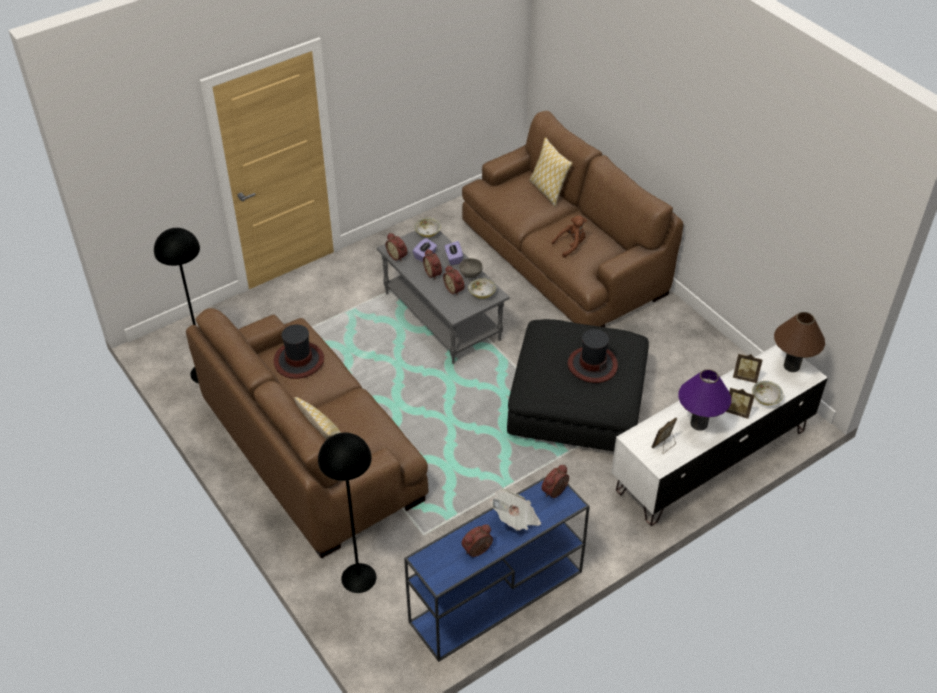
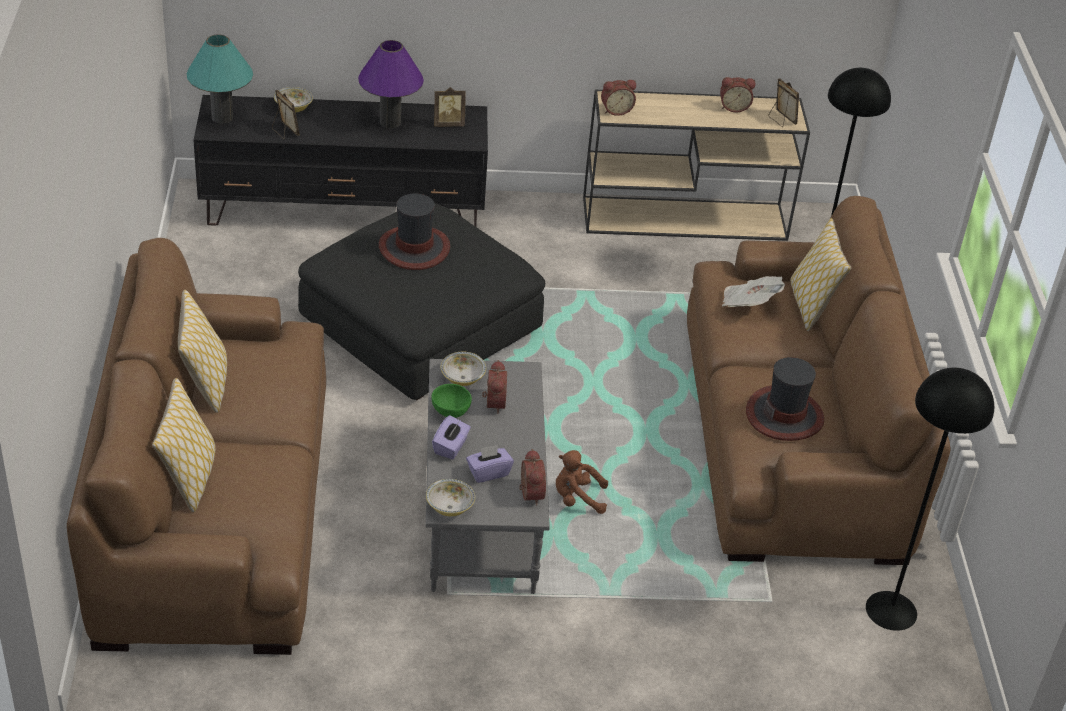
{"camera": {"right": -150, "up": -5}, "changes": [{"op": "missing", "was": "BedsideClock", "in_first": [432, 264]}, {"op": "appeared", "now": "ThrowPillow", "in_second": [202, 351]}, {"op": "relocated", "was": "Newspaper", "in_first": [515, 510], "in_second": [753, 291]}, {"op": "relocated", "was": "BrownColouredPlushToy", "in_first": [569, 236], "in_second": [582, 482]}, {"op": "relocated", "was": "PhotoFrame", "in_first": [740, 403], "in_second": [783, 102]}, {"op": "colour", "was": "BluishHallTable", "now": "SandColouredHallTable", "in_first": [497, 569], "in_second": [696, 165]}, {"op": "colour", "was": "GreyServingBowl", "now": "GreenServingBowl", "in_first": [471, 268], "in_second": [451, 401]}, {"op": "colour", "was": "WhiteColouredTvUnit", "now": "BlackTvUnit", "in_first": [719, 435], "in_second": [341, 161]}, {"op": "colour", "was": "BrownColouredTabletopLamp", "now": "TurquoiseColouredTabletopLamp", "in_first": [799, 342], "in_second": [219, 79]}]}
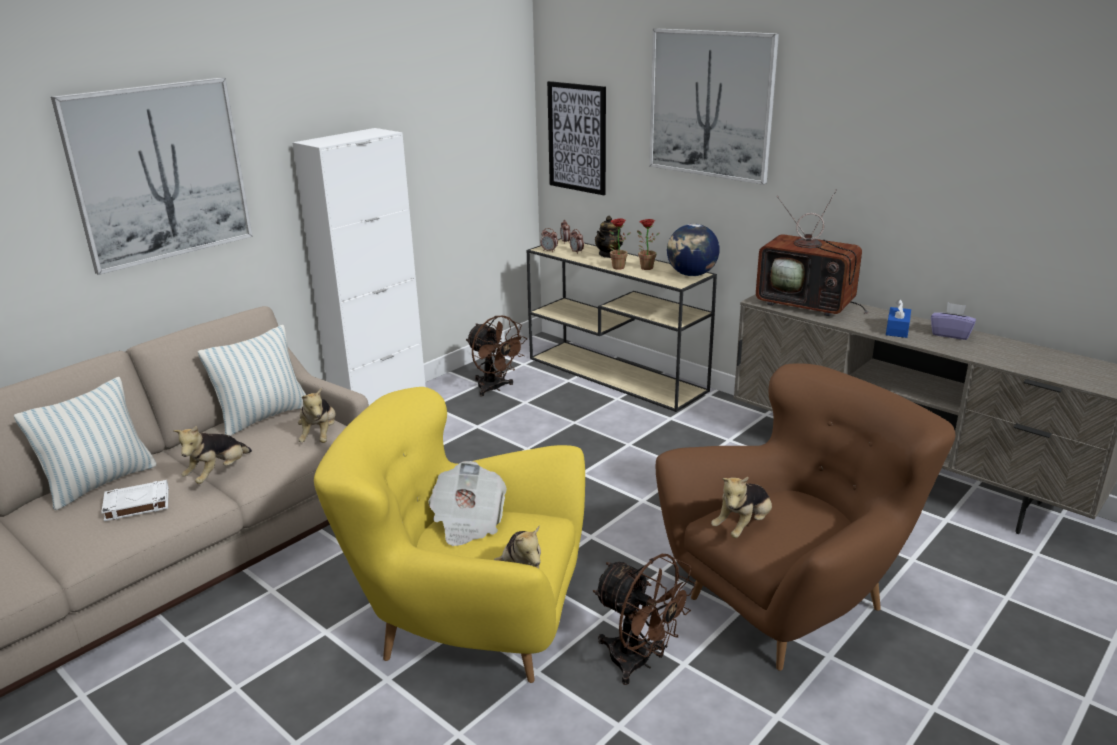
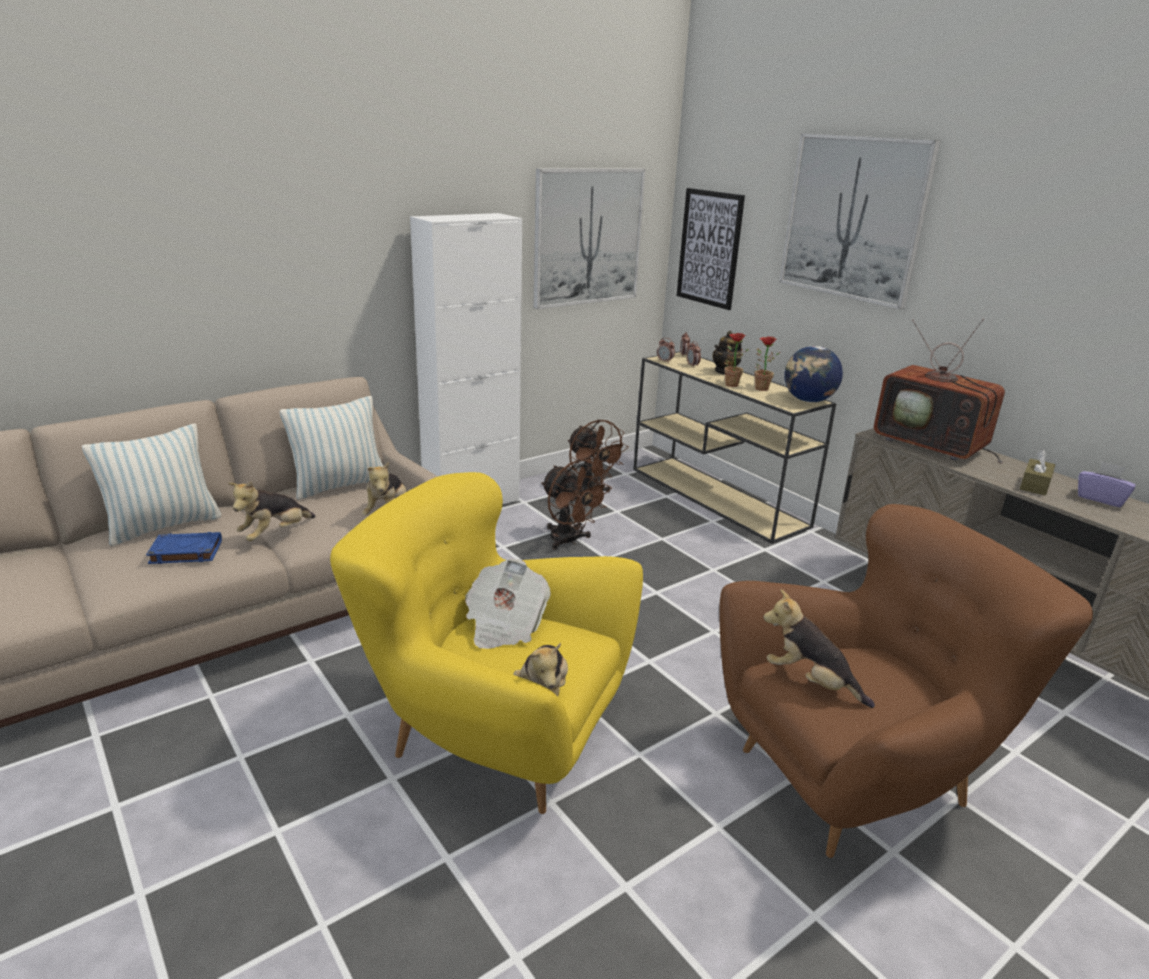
{"camera": {"right": 10, "up": 0}, "changes": [{"op": "relocated", "was": "Picture", "in_first": [152, 176], "in_second": [589, 238]}, {"op": "relocated", "was": "BrownColouredFan", "in_first": [644, 619], "in_second": [576, 504]}, {"op": "colour", "was": "WhiteColouredBoundBook", "now": "BluishBoundBook", "in_first": [135, 500], "in_second": [184, 548]}, {"op": "colour", "was": "BluishBoxOfTissues", "now": "BrownColouredBoxOfTissues", "in_first": [898, 318], "in_second": [1037, 473]}, {"op": "spun", "was": "PlushToy", "in_first": [741, 507], "in_second": [819, 649], "clockwise": 75}]}
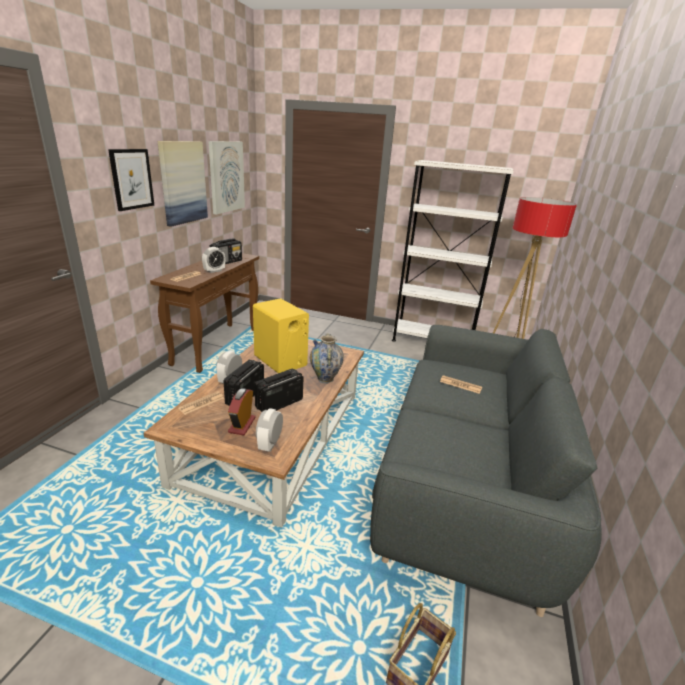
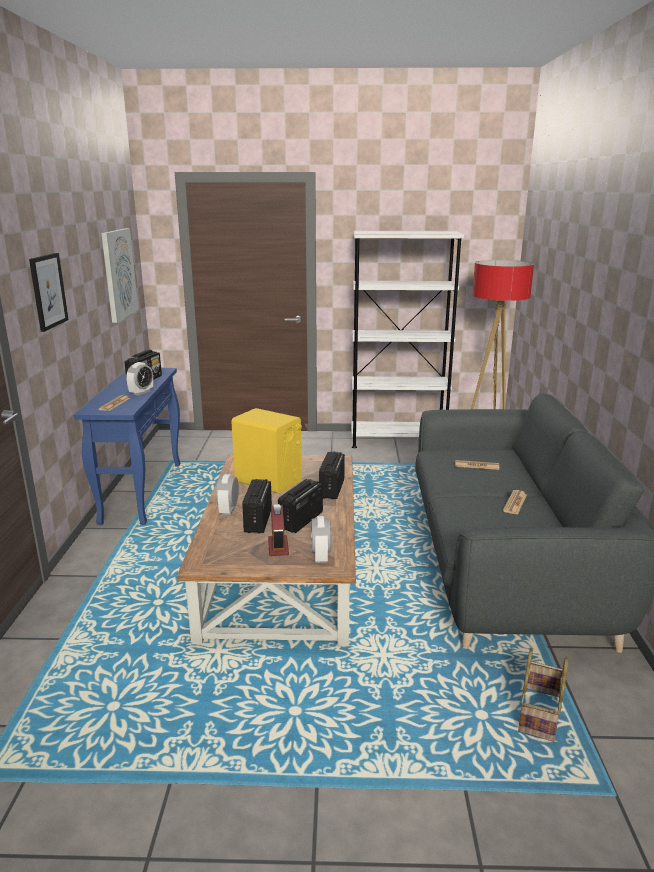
{"camera": {"right": -15, "up": -5}, "changes": [{"op": "missing", "was": "Picture", "in_first": [182, 184]}, {"op": "relocated", "was": "Newspaper", "in_first": [201, 403], "in_second": [515, 502]}, {"op": "exchanged", "was": "DecorativeVase", "now": "RadioReceiver", "in_first": [327, 358], "in_second": [332, 475]}, {"op": "colour", "was": "BrownColouredHallTable", "now": "BluishHallTable", "in_first": [204, 313], "in_second": [127, 446]}]}
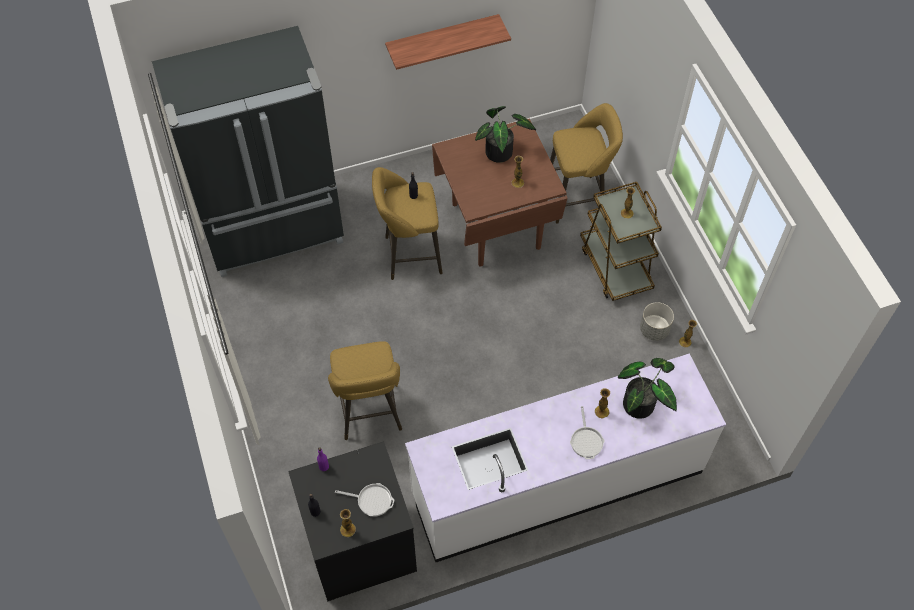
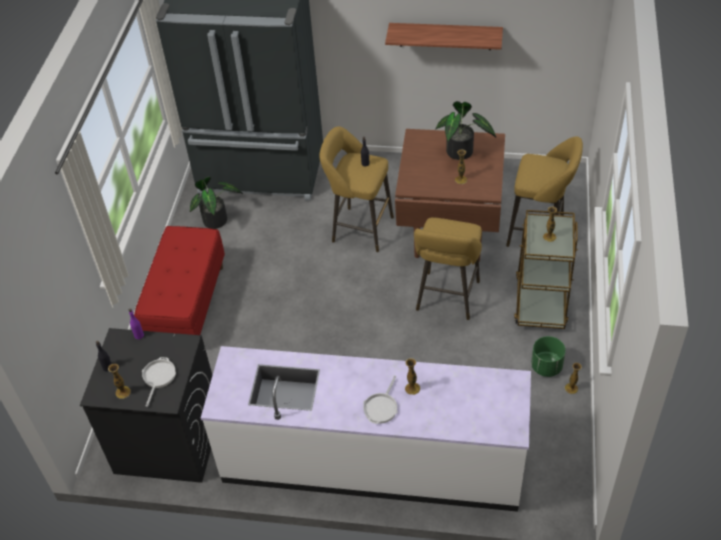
{"camera": {"right": 30, "up": -10}, "changes": [{"op": "appeared", "now": "ReddishLongSeat", "in_second": [179, 280]}, {"op": "relocated", "was": "YellowColouredStool", "in_first": [365, 390], "in_second": [448, 268]}, {"op": "relocated", "was": "Houseplant", "in_first": [647, 388], "in_second": [216, 203]}, {"op": "colour", "was": "GreyPlantPot", "now": "GreenPlantPot", "in_first": [657, 321], "in_second": [548, 356]}, {"op": "spun", "was": "Pan", "in_first": [364, 500], "in_second": [159, 382], "clockwise": -120}]}
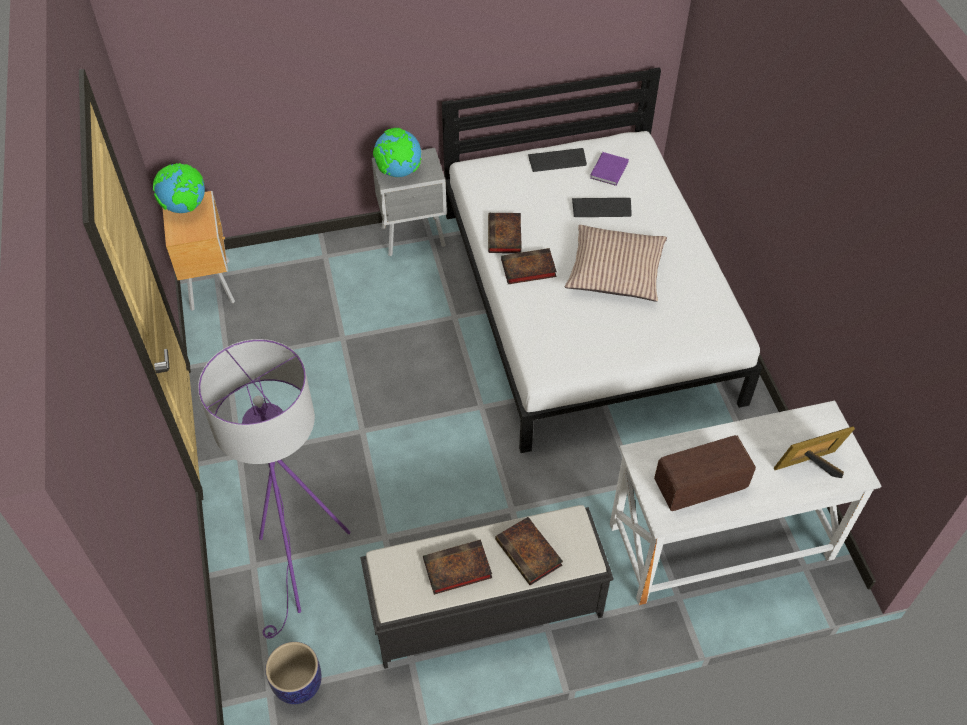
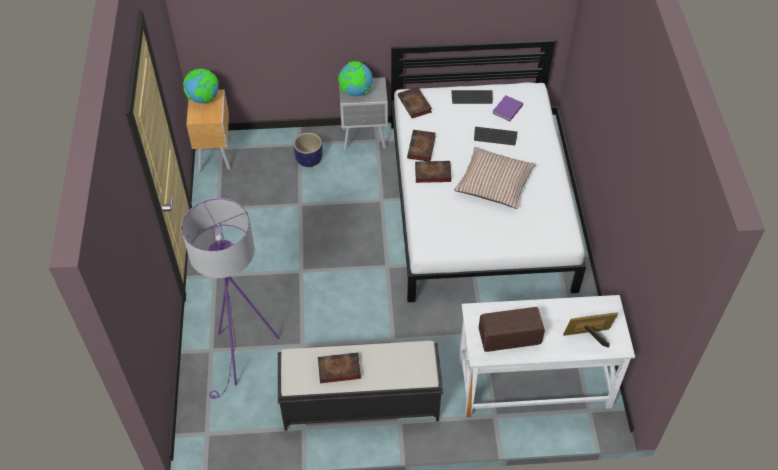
{"camera": {"right": 10, "up": 0}, "changes": [{"op": "relocated", "was": "PlantPot", "in_first": [293, 673], "in_second": [308, 150]}, {"op": "relocated", "was": "BoundBook", "in_first": [529, 551], "in_second": [415, 102]}]}
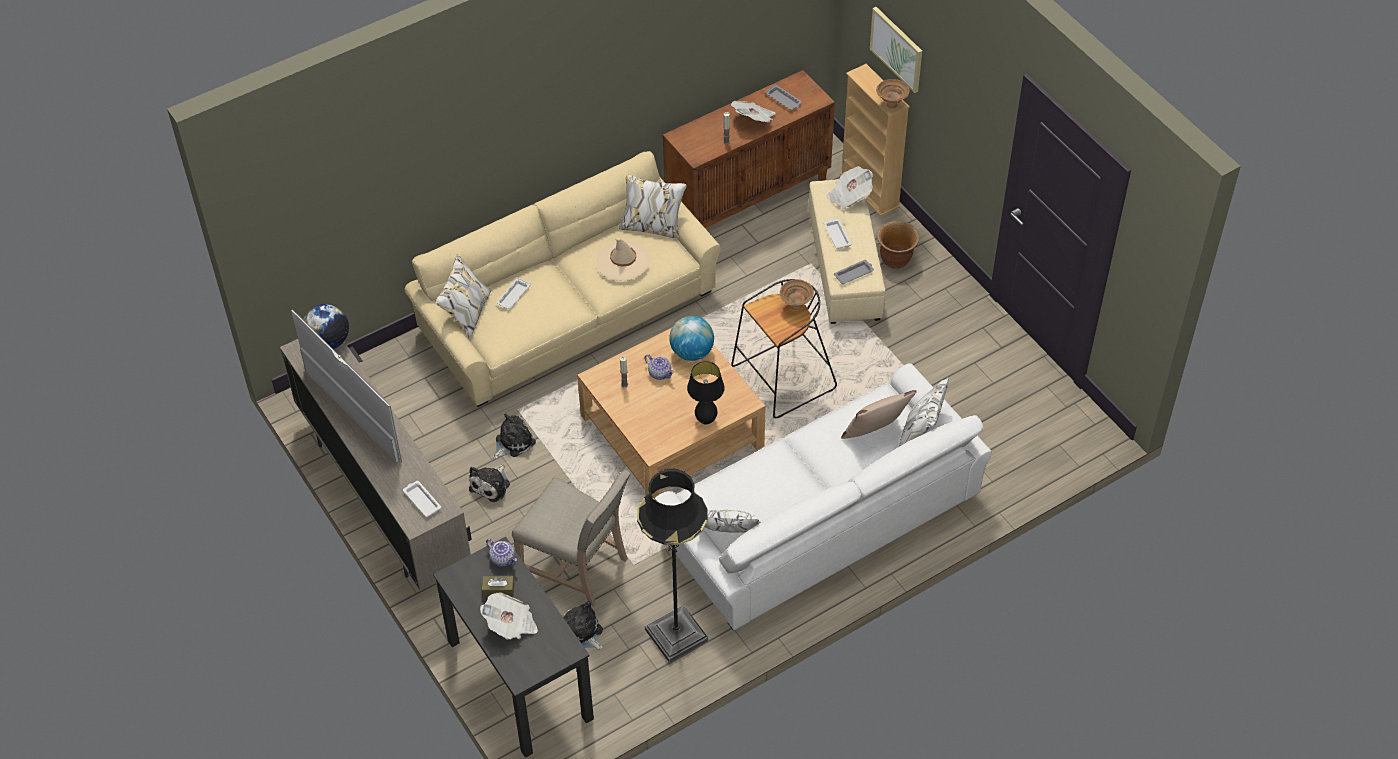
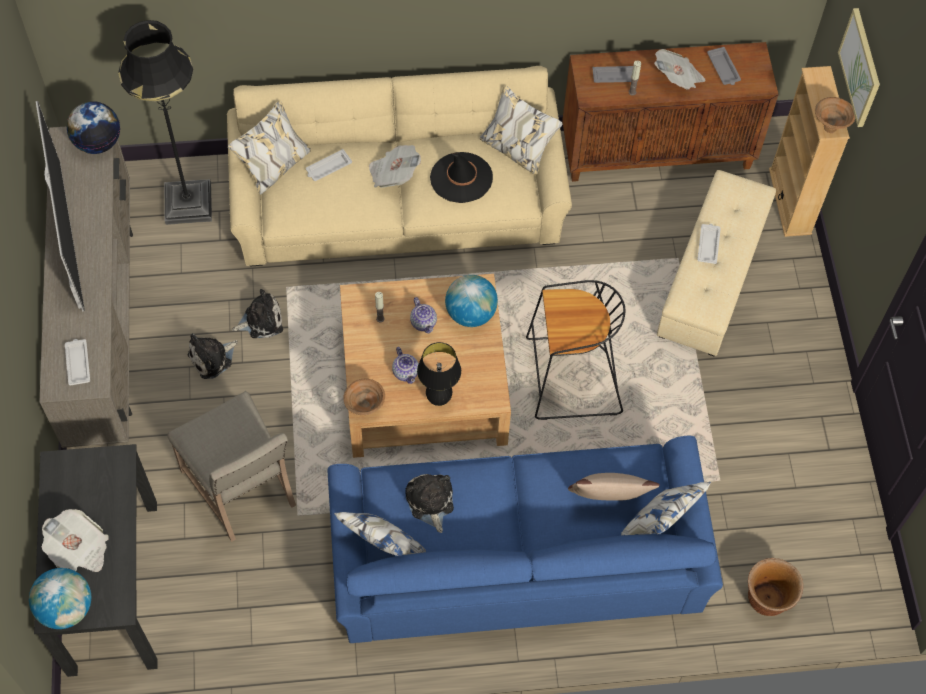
{"camera": {"right": 25, "up": 10}, "changes": [{"op": "missing", "was": "BrownColouredBoxOfTissues", "in_first": [498, 586]}, {"op": "appeared", "now": "Globe", "in_second": [60, 598]}, {"op": "relocated", "was": "TeaPot", "in_first": [501, 553], "in_second": [405, 365]}, {"op": "relocated", "was": "PlushToy", "in_first": [582, 625], "in_second": [429, 503]}, {"op": "relocated", "was": "BlackStandardLamp", "in_first": [672, 566], "in_second": [165, 122]}, {"op": "relocated", "was": "BrownColouredServingBowl", "in_first": [797, 294], "in_second": [364, 397]}, {"op": "relocated", "was": "Newspaper", "in_first": [850, 188], "in_second": [395, 166]}, {"op": "relocated", "was": "GreyServingTray", "in_first": [854, 272], "in_second": [616, 74]}, {"op": "relocated", "was": "BrownColouredPlantPot", "in_first": [898, 245], "in_second": [775, 587]}, {"op": "colour", "was": "SandColouredHat", "now": "BlackHat", "in_first": [623, 259], "in_second": [461, 177]}, {"op": "colour", "was": "WhiteColouredSofa", "now": "BluishSofa", "in_first": [823, 496], "in_second": [525, 539]}]}
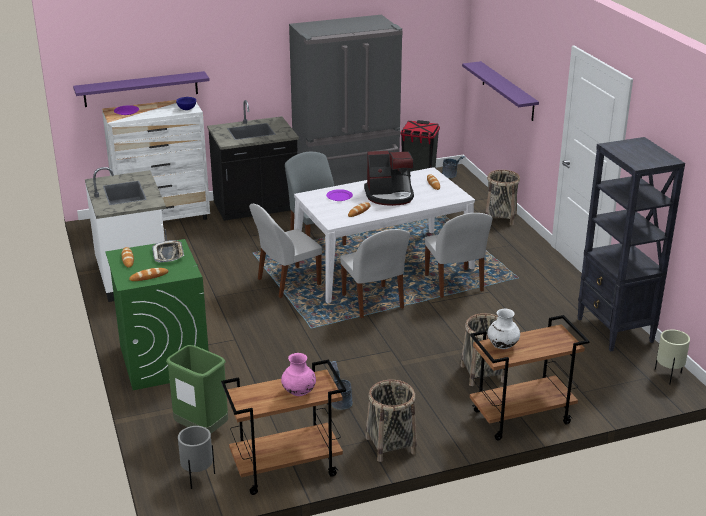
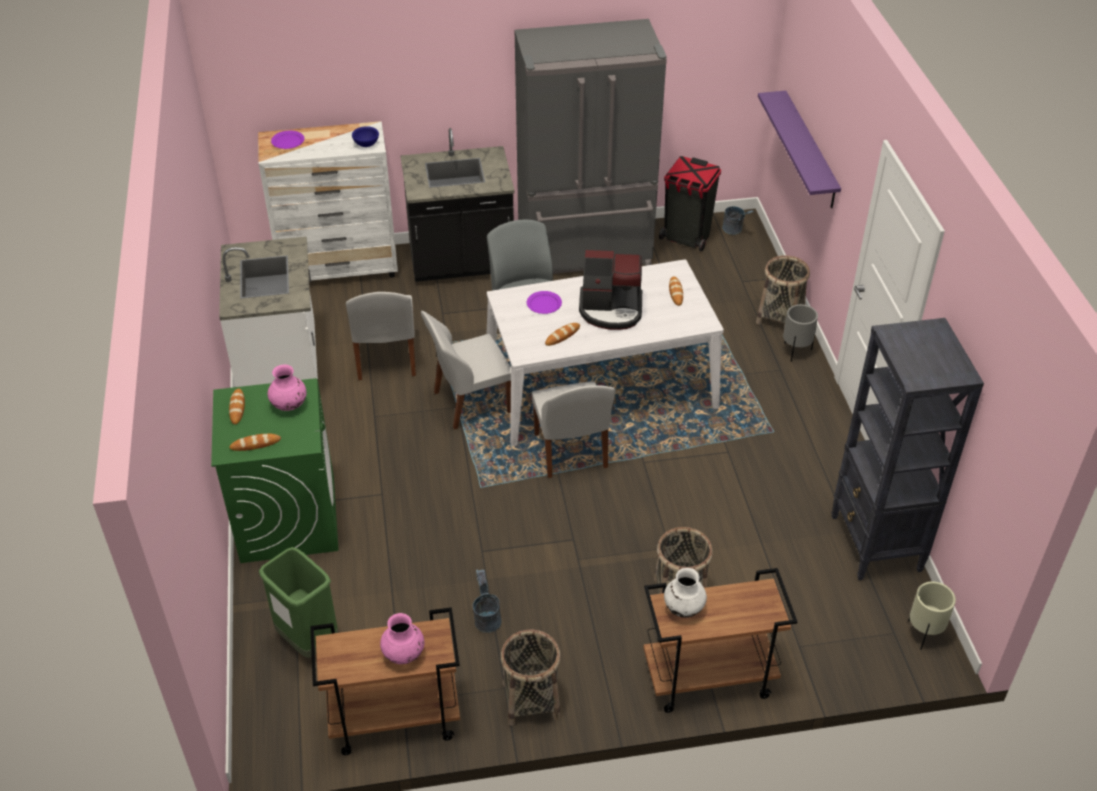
{"camera": {"right": 10, "up": 15}, "changes": [{"op": "missing", "was": "PurplishShelf", "in_first": [141, 89]}, {"op": "relocated", "was": "GreyPlantPot", "in_first": [196, 457], "in_second": [800, 333]}, {"op": "relocated", "was": "WhiteColouredUprightChair", "in_first": [459, 255], "in_second": [381, 336]}, {"op": "exchanged", "was": "ServingTray", "now": "PinkDecorativeVase", "in_first": [168, 251], "in_second": [287, 388]}]}
